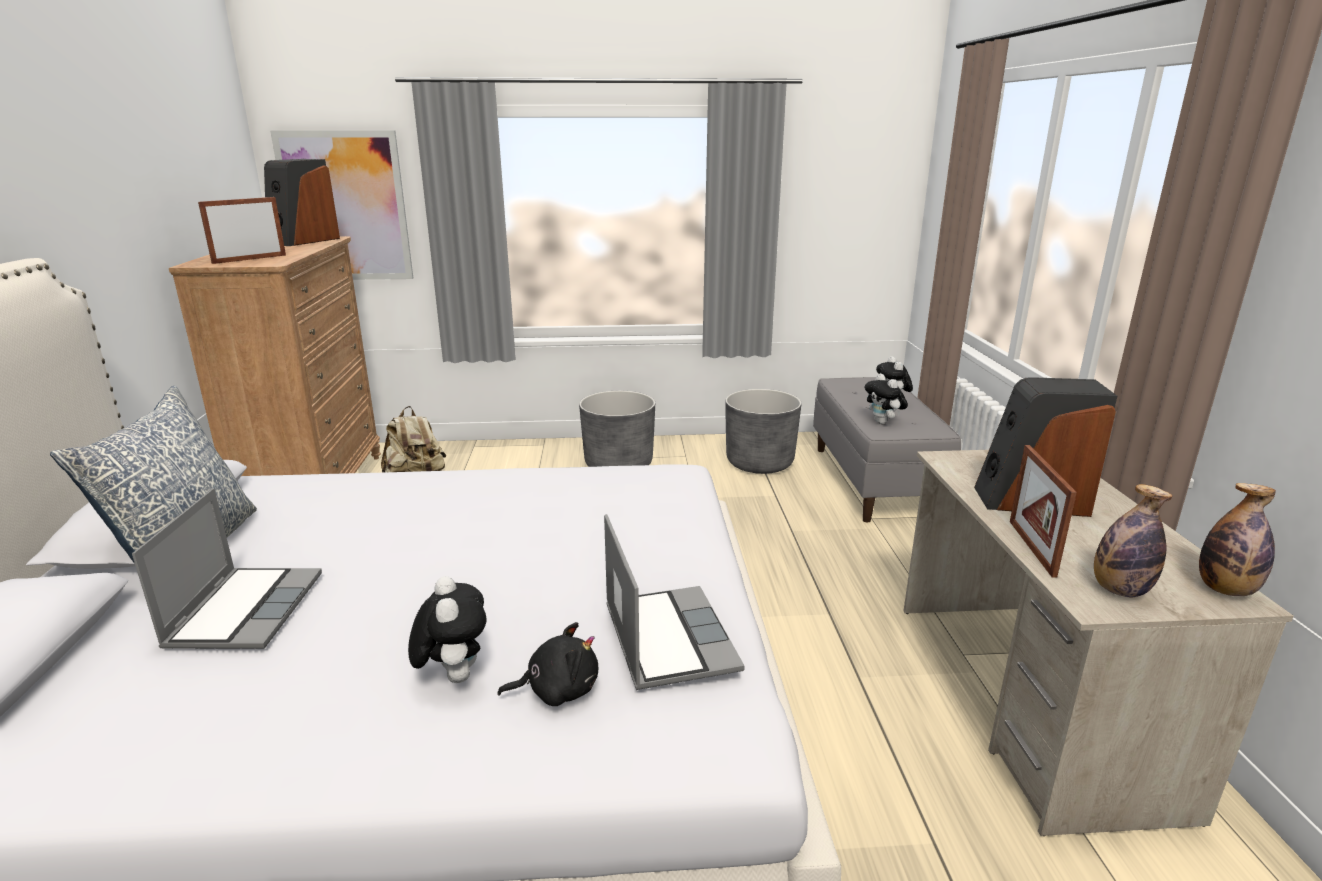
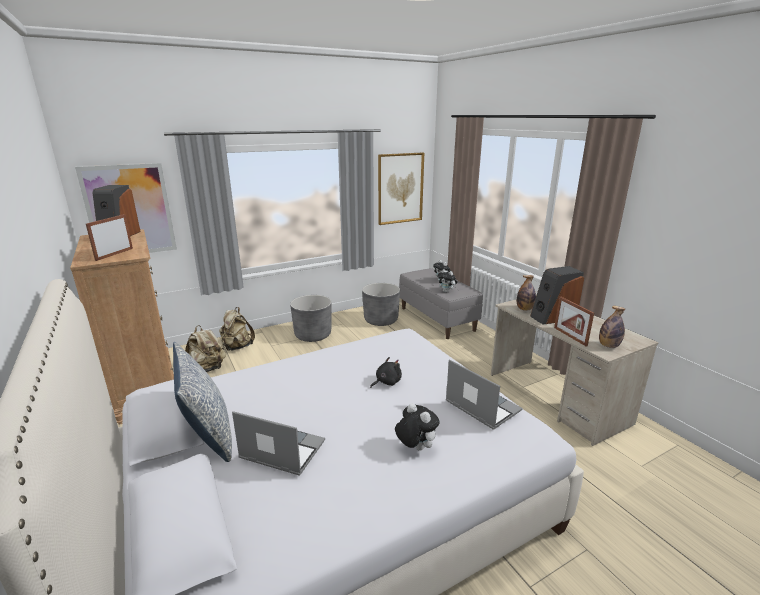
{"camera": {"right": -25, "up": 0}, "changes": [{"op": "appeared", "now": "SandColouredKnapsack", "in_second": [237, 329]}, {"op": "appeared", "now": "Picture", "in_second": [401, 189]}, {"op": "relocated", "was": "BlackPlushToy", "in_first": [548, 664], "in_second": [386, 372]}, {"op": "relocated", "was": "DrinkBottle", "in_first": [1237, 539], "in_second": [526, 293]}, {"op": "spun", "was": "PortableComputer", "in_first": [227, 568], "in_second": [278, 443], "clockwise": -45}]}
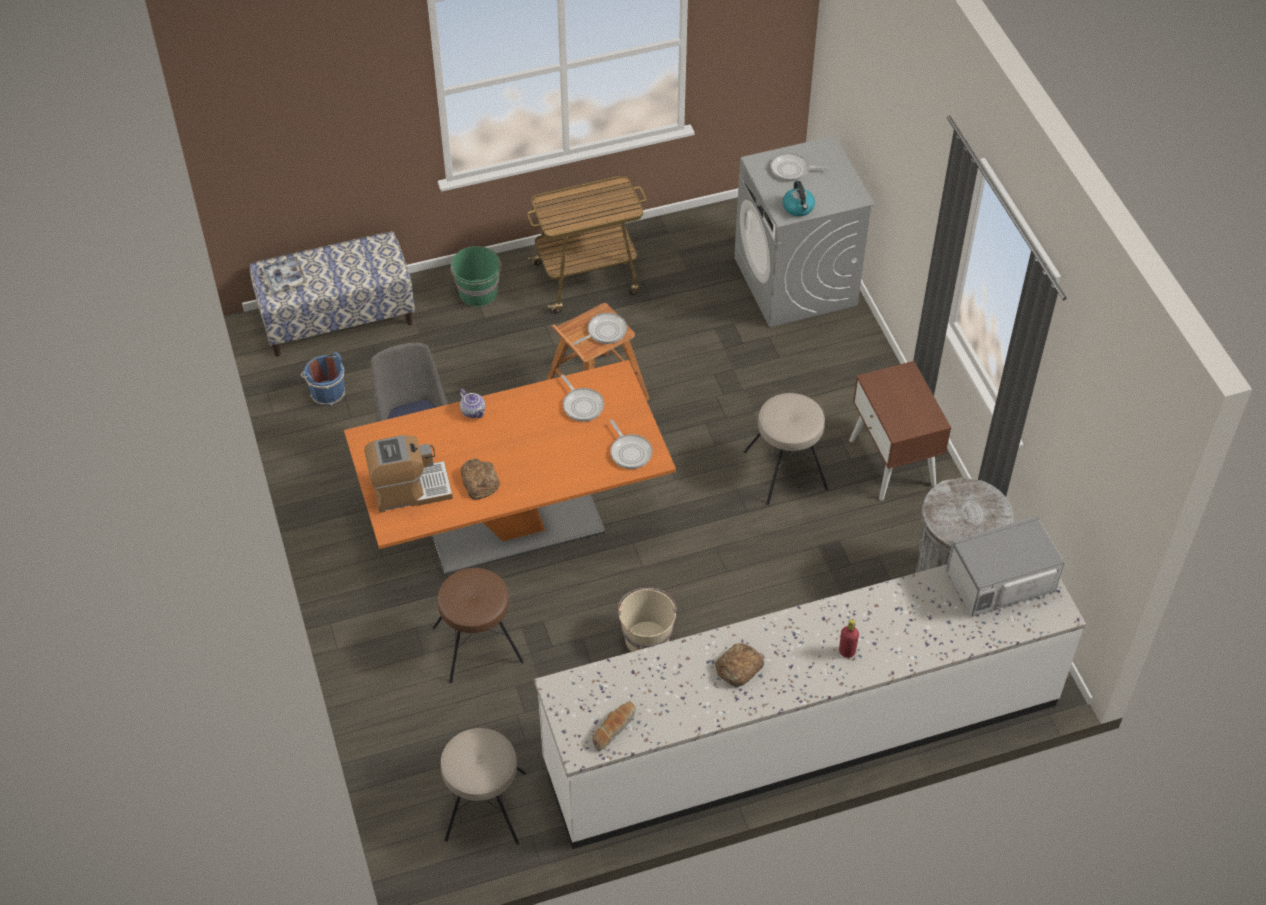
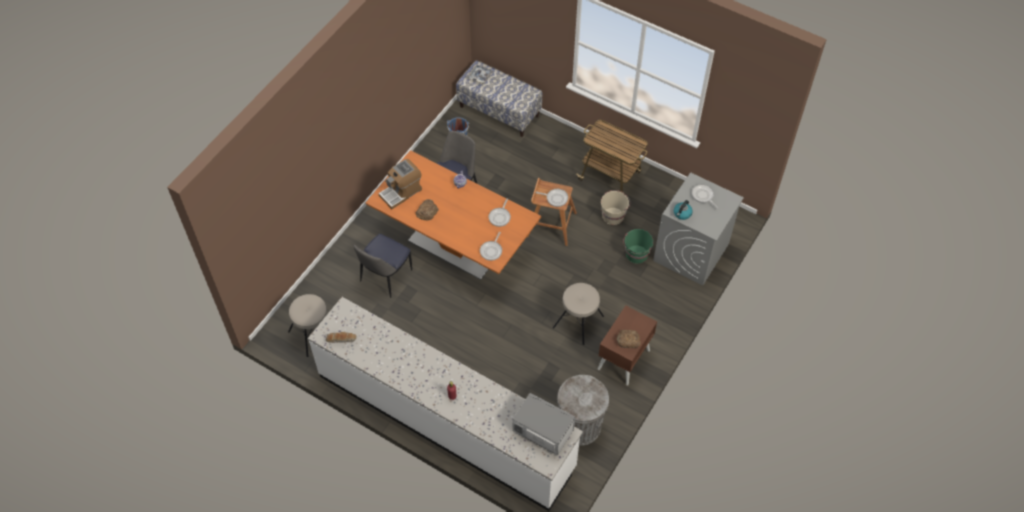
{"camera": {"right": 50, "up": 5}, "changes": [{"op": "relocated", "was": "GreenBucket", "in_first": [476, 276], "in_second": [638, 246]}, {"op": "relocated", "was": "SandColouredBucket", "in_first": [647, 620], "in_second": [615, 207]}, {"op": "relocated", "was": "Bread", "in_first": [739, 665], "in_second": [629, 339]}, {"op": "exchanged", "was": "BrownColouredStool", "now": "UprightChair", "in_first": [478, 625], "in_second": [383, 266]}, {"op": "spun", "was": "CoffeeBrewer", "in_first": [408, 474], "in_second": [400, 184], "clockwise": 105}]}
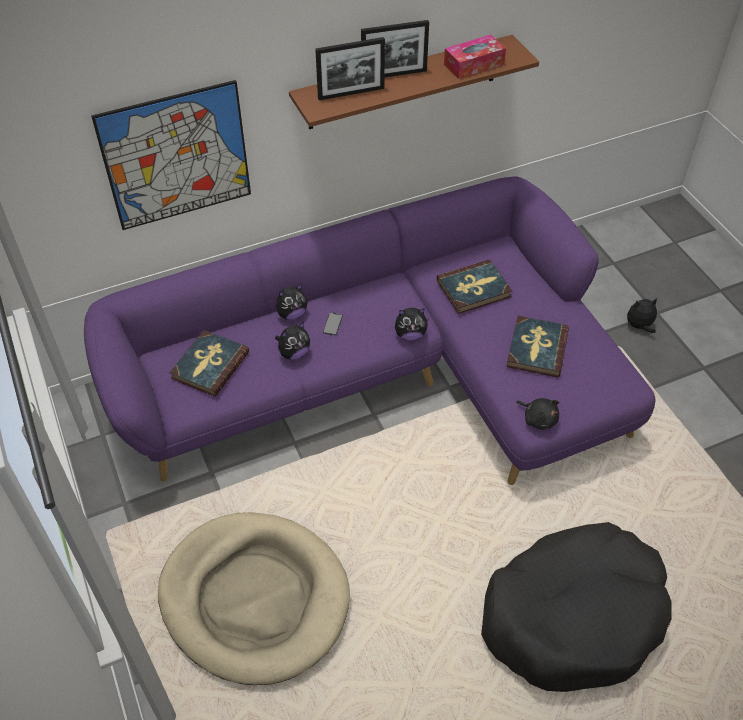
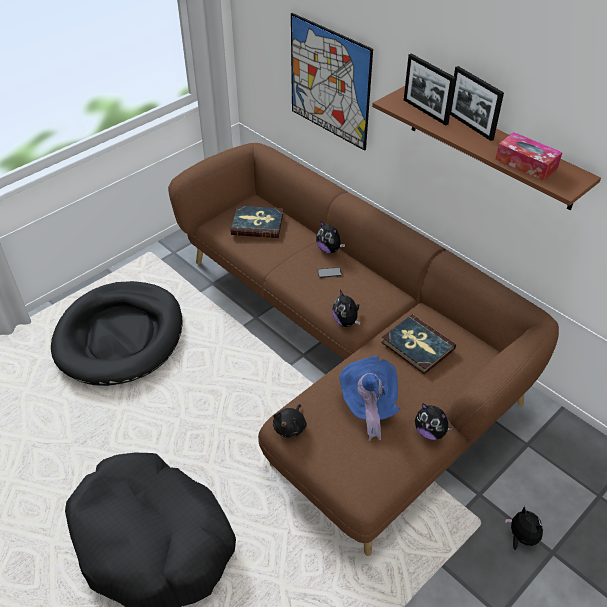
{"camera": {"right": 70, "up": -5}, "changes": [{"op": "relocated", "was": "PlushToy", "in_first": [292, 341], "in_second": [434, 421]}, {"op": "exchanged", "was": "BoundBook", "now": "BluishHat", "in_first": [537, 346], "in_second": [369, 398]}, {"op": "colour", "was": "PurplishSofa", "now": "BrownColouredSofa", "in_first": [369, 331], "in_second": [363, 349]}, {"op": "colour", "was": "SandColouredDogBed", "now": "BlackDogBed", "in_first": [254, 598], "in_second": [117, 333]}]}
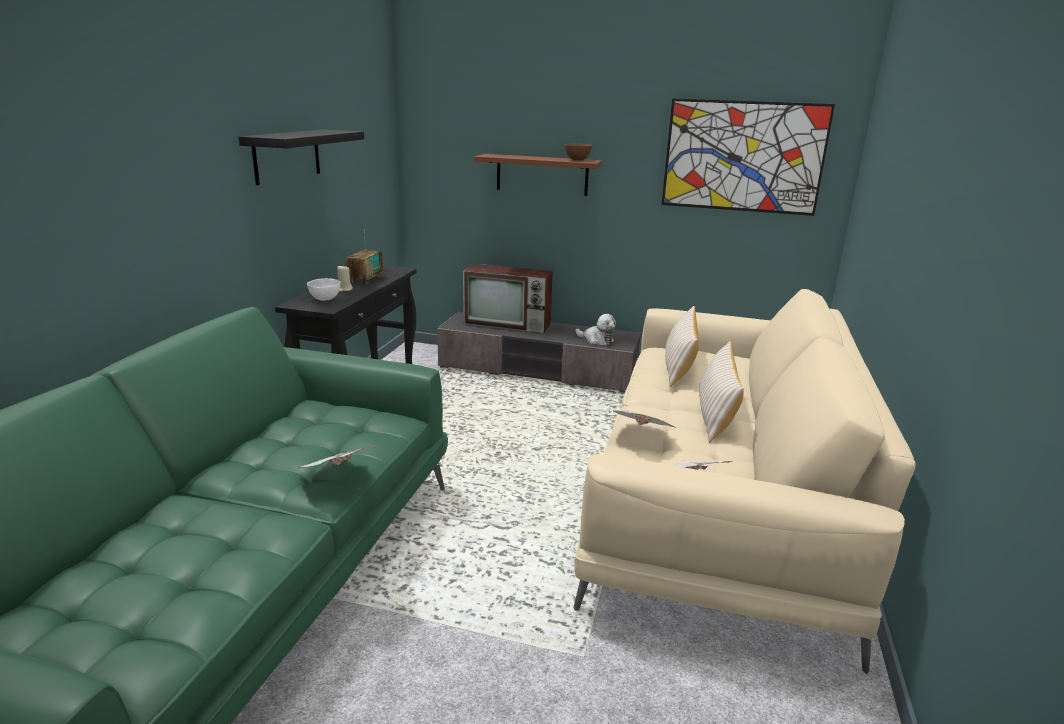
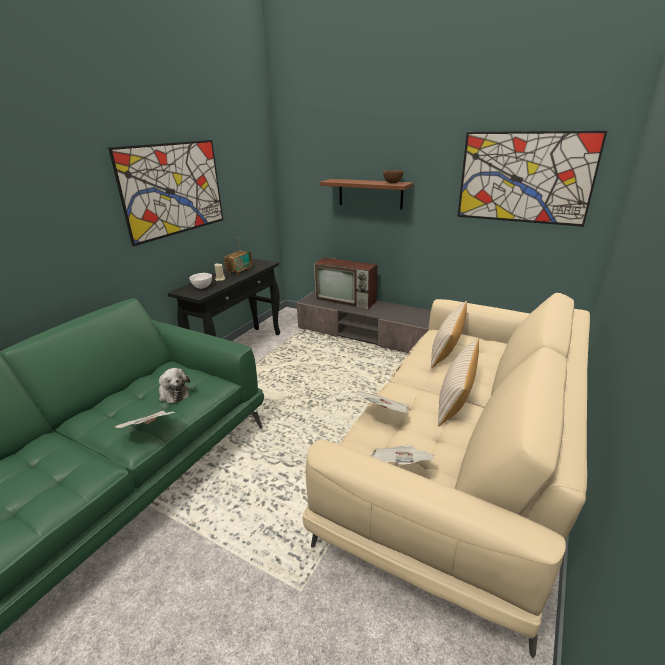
{"camera": {"right": 15, "up": 5}, "changes": [{"op": "relocated", "was": "PlushToy", "in_first": [595, 329], "in_second": [174, 385]}, {"op": "exchanged", "was": "BlackShelf", "now": "Picture", "in_first": [301, 157], "in_second": [165, 193]}]}
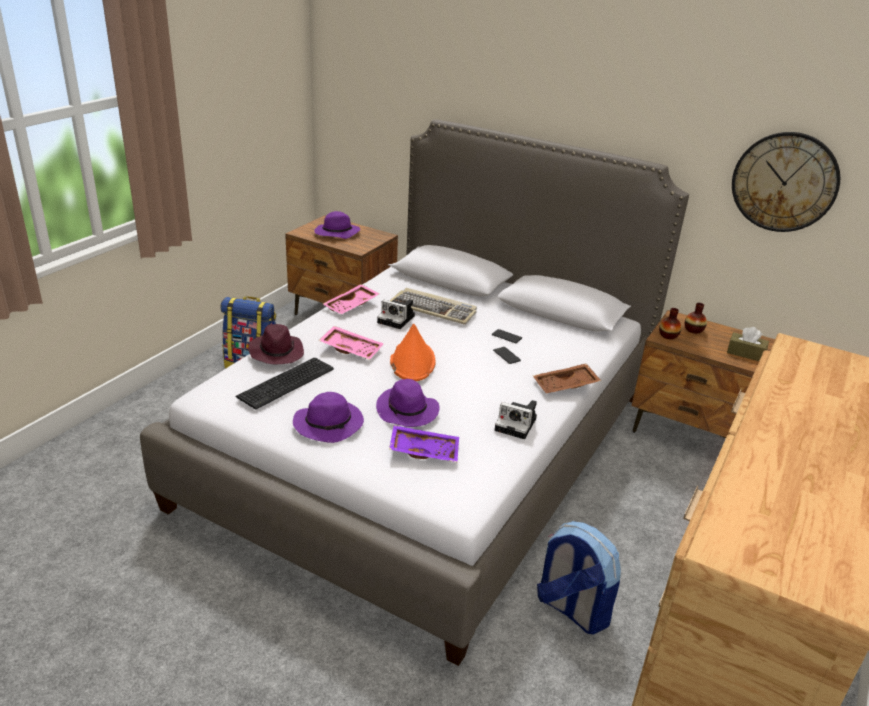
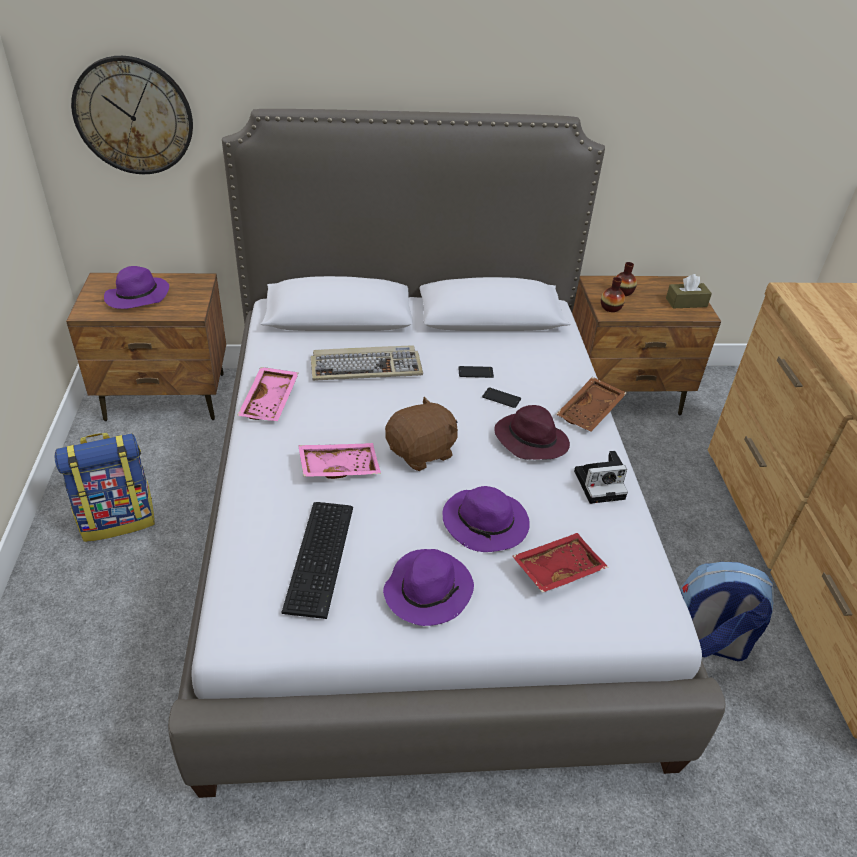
{"camera": {"right": -35, "up": 10}, "changes": [{"op": "missing", "was": "StillCamera", "in_first": [396, 314]}, {"op": "relocated", "was": "PurplishHat", "in_first": [276, 344], "in_second": [532, 432]}, {"op": "relocated", "was": "HangingClock", "in_first": [786, 182], "in_second": [132, 115]}, {"op": "exchanged", "was": "OrangeyHat", "now": "BrownColouredPlushToy", "in_first": [413, 352], "in_second": [421, 433]}, {"op": "colour", "was": "PurplishServingTray", "now": "ReddishServingTray", "in_first": [424, 443], "in_second": [560, 563]}]}
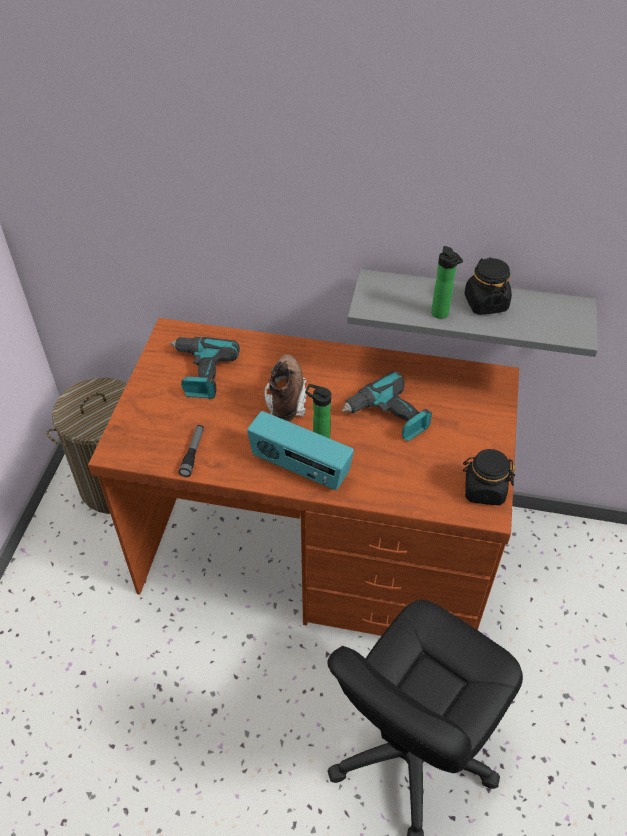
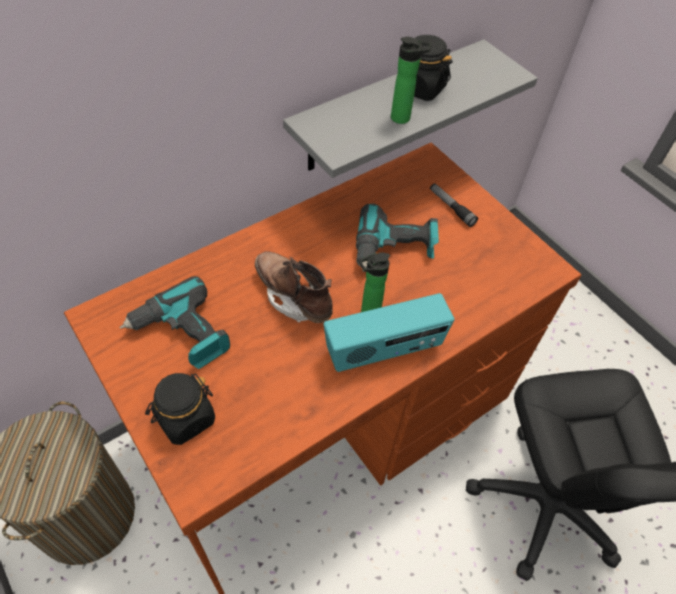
{"camera": {"right": -50, "up": 5}, "changes": [{"op": "relocated", "was": "Torch", "in_first": [191, 451], "in_second": [454, 205]}, {"op": "relocated", "was": "BlackJar", "in_first": [489, 477], "in_second": [180, 409]}]}
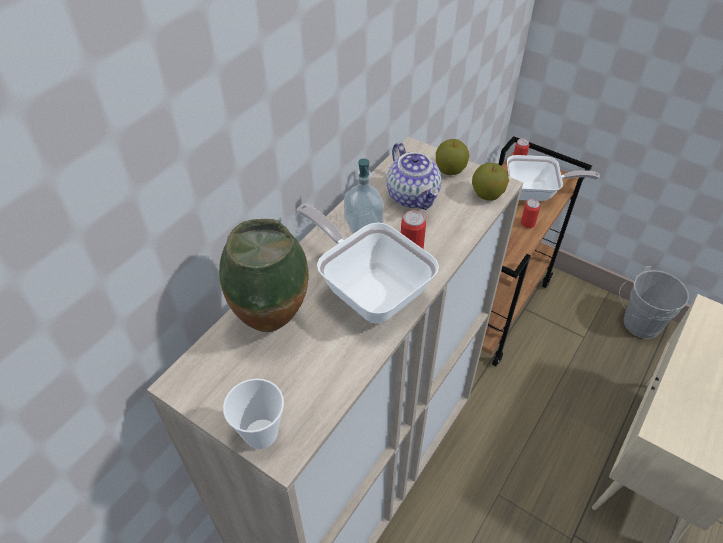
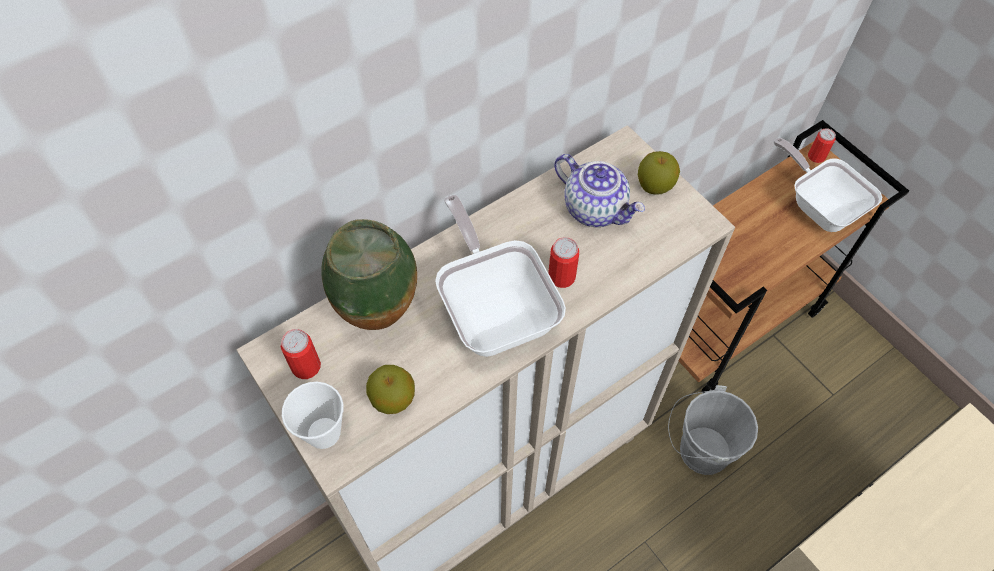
{"camera": {"right": 20, "up": 10}, "changes": [{"op": "missing", "was": "SoapBottle", "in_first": [364, 196]}, {"op": "relocated", "was": "AppleFruit", "in_first": [490, 182], "in_second": [390, 389]}, {"op": "relocated", "was": "Can", "in_first": [530, 213], "in_second": [301, 354]}, {"op": "relocated", "was": "GreyBucket", "in_first": [654, 302], "in_second": [713, 430]}, {"op": "spun", "was": "TeaPot", "in_first": [414, 176], "in_second": [599, 190], "clockwise": -45}, {"op": "spun", "was": "Pan", "in_first": [553, 178], "in_second": [828, 185], "clockwise": -150}]}
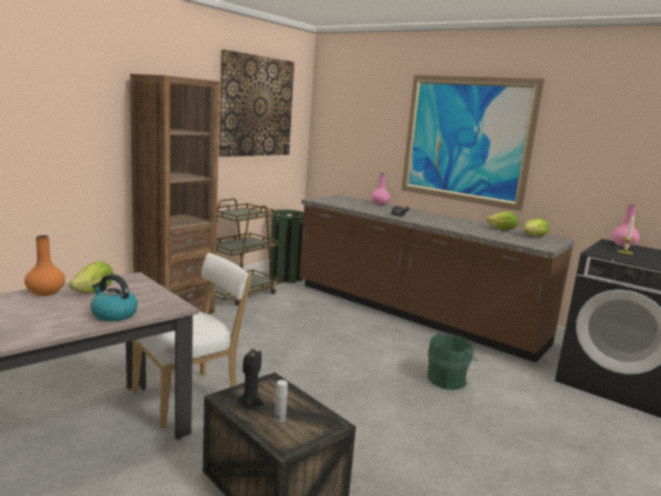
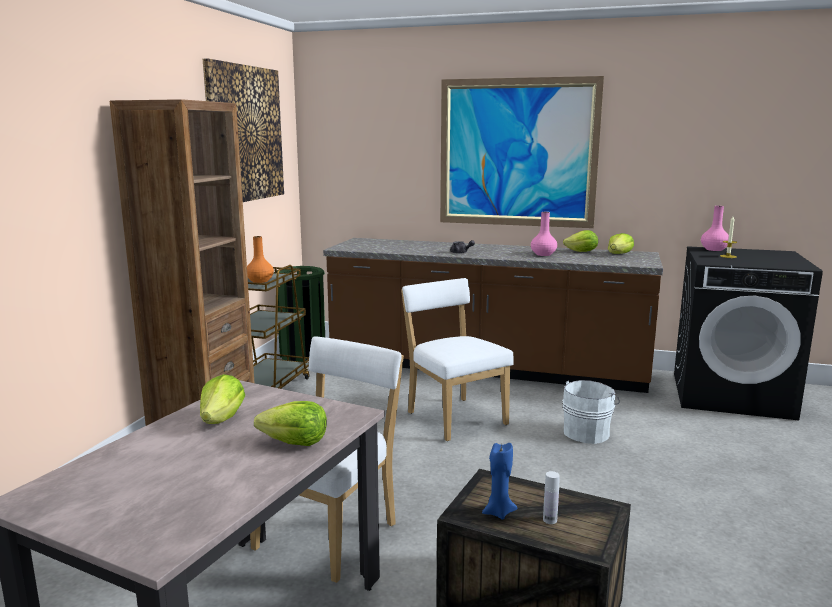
{"camera": {"right": -20, "up": 0}, "changes": [{"op": "appeared", "now": "WhiteColouredUprightChair", "in_second": [457, 359]}, {"op": "relocated", "was": "OrangeyDecorativeVase", "in_first": [44, 265], "in_second": [260, 259]}, {"op": "relocated", "was": "PinkDecorativeVase", "in_first": [380, 189], "in_second": [544, 234]}, {"op": "exchanged", "was": "TeaKettle", "now": "LettuceHead", "in_first": [114, 297], "in_second": [290, 423]}, {"op": "colour", "was": "BlackWaxCandle", "now": "BluishWaxCandle", "in_first": [250, 379], "in_second": [499, 481]}, {"op": "colour", "was": "GreenBucket", "now": "WhiteColouredBucket", "in_first": [452, 361], "in_second": [591, 412]}]}
